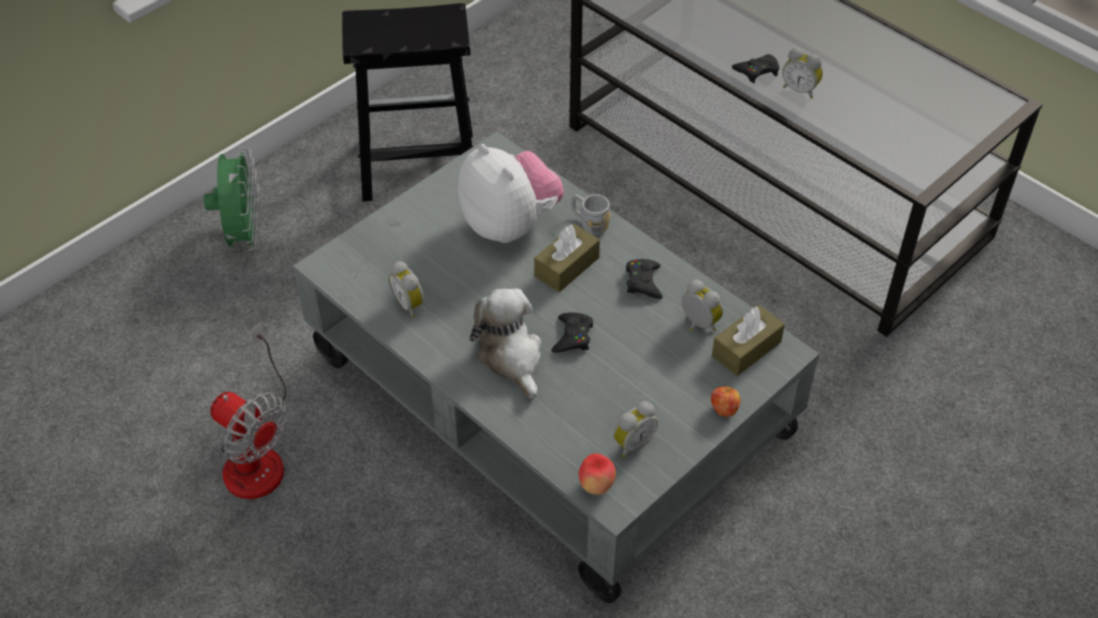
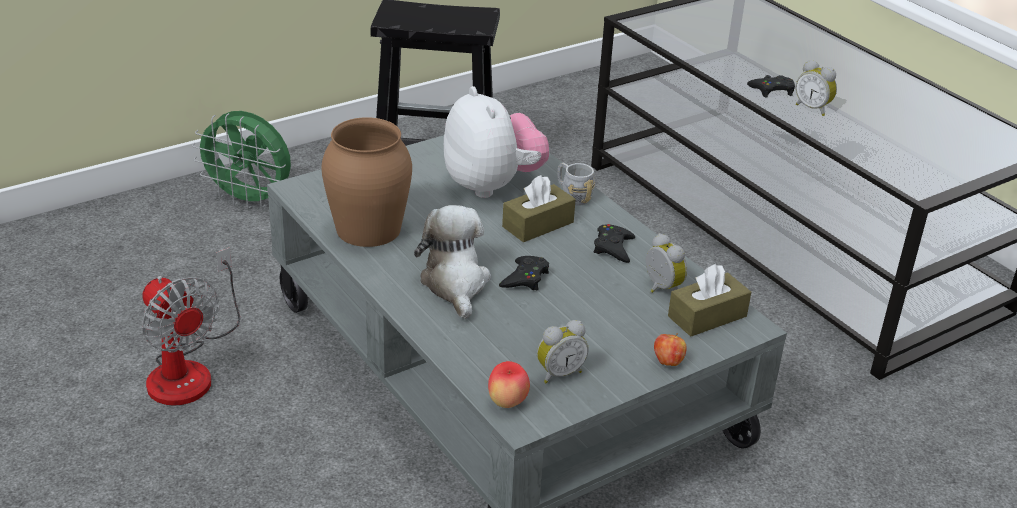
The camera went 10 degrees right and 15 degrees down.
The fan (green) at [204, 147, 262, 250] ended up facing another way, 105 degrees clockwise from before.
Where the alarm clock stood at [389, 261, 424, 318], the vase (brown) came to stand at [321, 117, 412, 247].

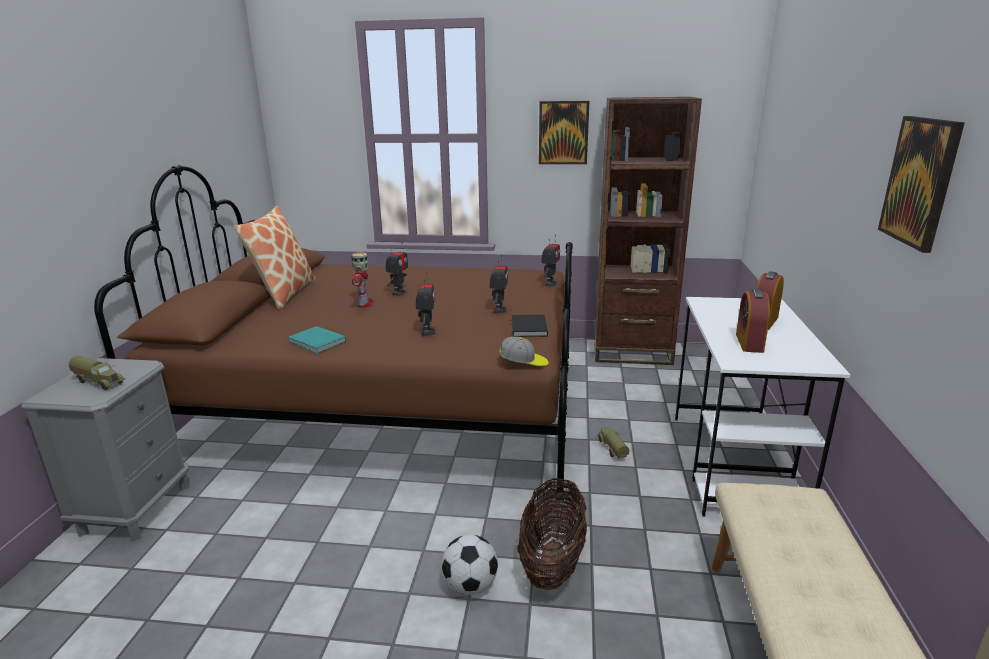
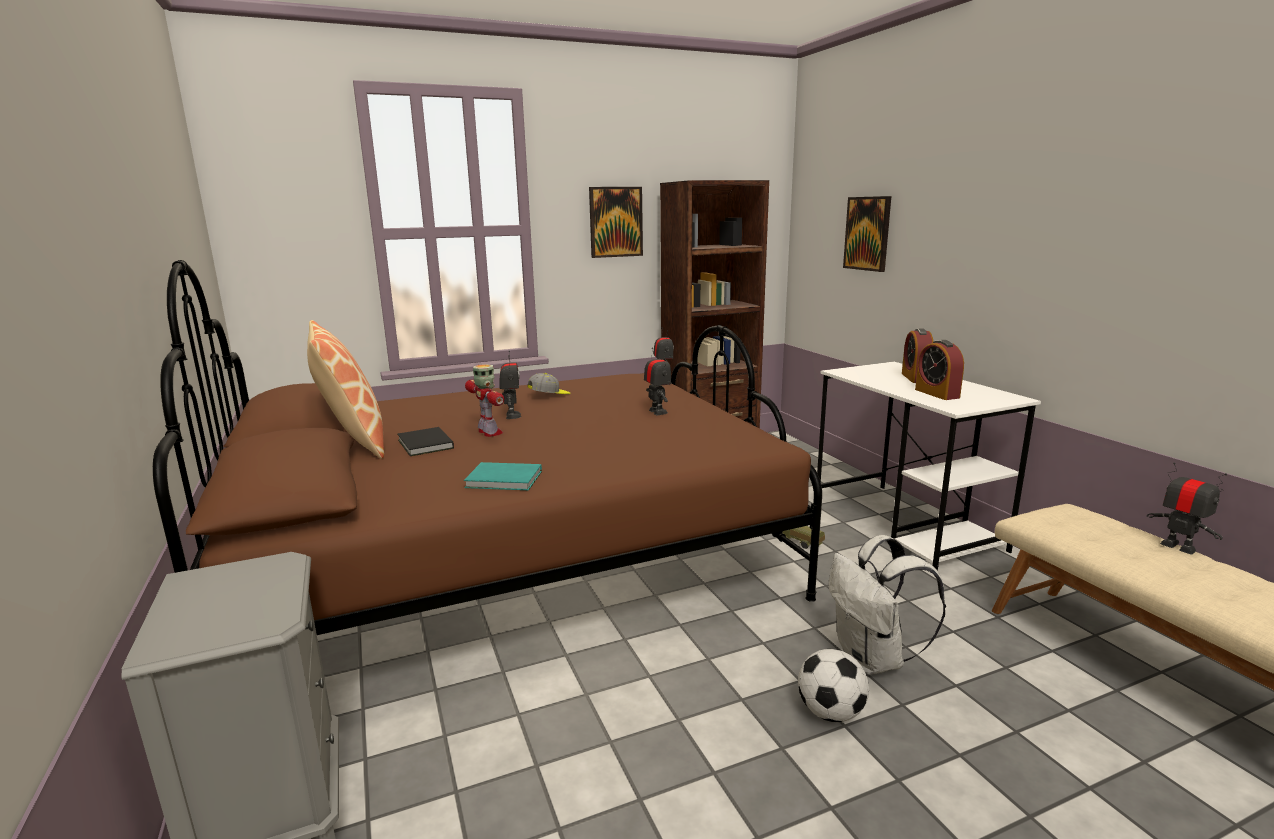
The camera went 30 degrees left and 5 degrees down.
The book (black) ended up elsewhere, having gone from [512, 315, 548, 337] to [397, 427, 454, 456].
The cap ended up elsewhere, having gone from [499, 337, 549, 366] to [527, 373, 571, 394].
Where the basket stood at [517, 477, 587, 590], the backpack (white) came to stand at [829, 535, 946, 675].
The picture ended up elsewhere, having gone from [878, 116, 965, 253] to [843, 196, 891, 272].
The toy robot ended up elsewhere, having gone from [416, 272, 436, 336] to [1147, 462, 1227, 554].
The second view lost the toy truck at [69, 356, 125, 390].

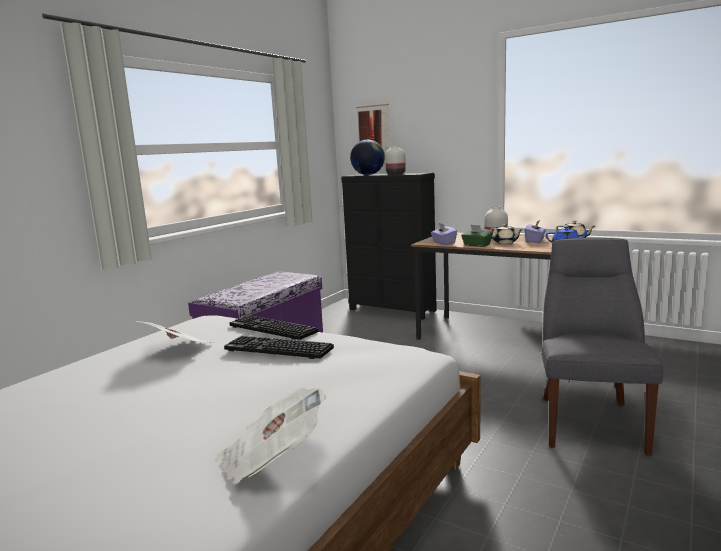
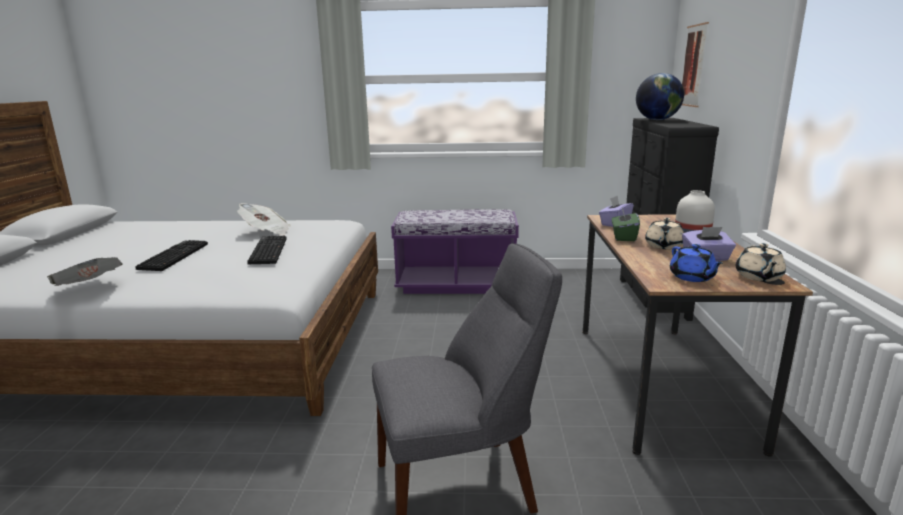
The camera went 60 degrees right and 5 degrees up.
The keyboard ended up elsewhere, having gone from [230, 315, 319, 340] to [135, 240, 208, 271].
The second view lost the vase (white) at [385, 145, 406, 175].

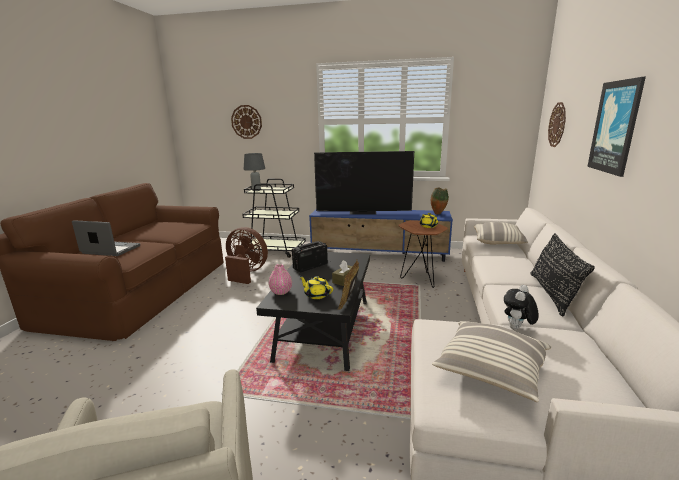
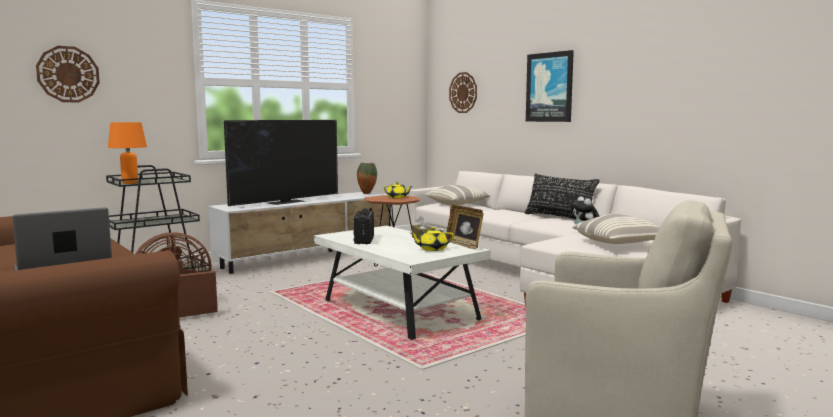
The camera went 50 degrees left and 10 degrees down.
What was the table lamp (grey) at [243, 153, 265, 191] turned into the table lamp (orange) at [108, 122, 147, 184].
What was the tv stand (blue) at [309, 209, 453, 262] turned into the tv stand (white) at [208, 192, 392, 274].
What was the coffee table (black) at [256, 252, 370, 371] turned into the coffee table (white) at [314, 226, 491, 341].
The second view lost the vase (pink) at [269, 264, 292, 295].

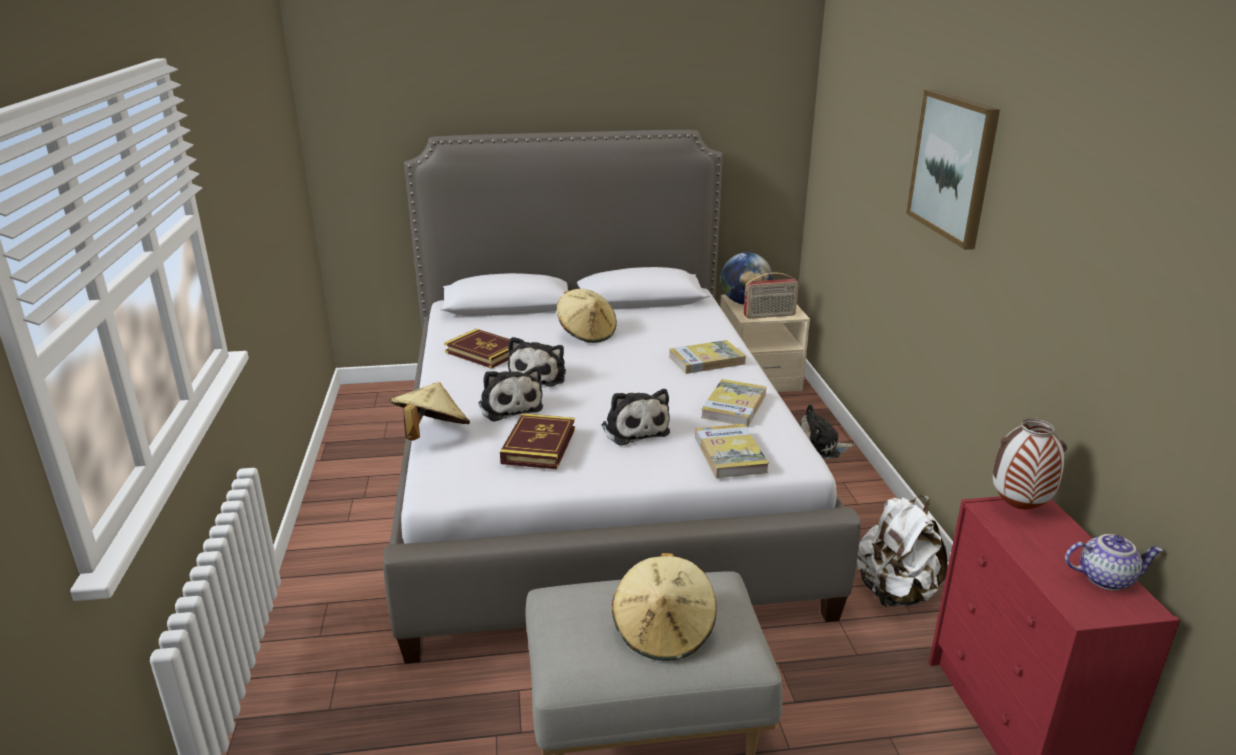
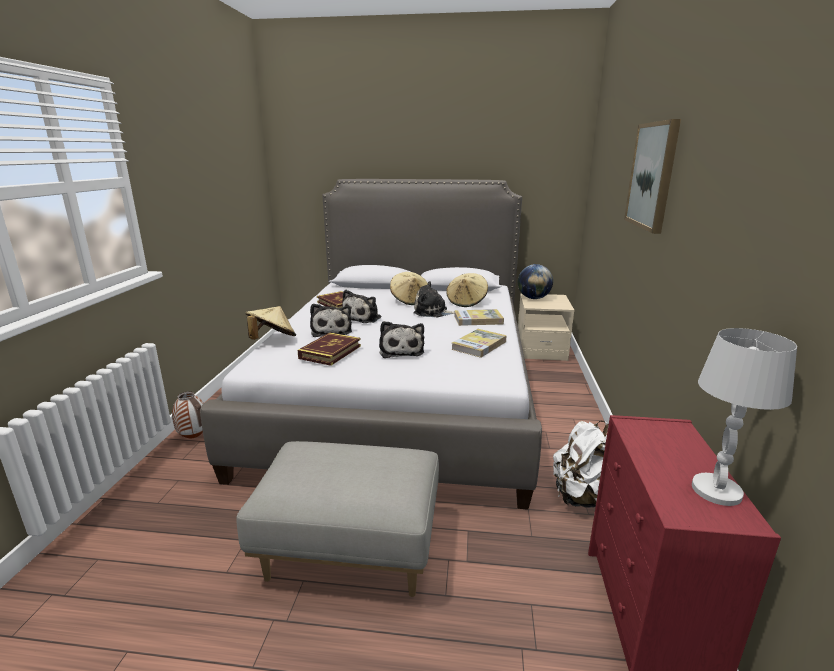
The camera went 15 degrees right and 5 degrees down.
The vase ended up elsewhere, having gone from [993, 419, 1067, 510] to [172, 391, 204, 438].
The plush toy ended up elsewhere, having gone from [800, 405, 855, 459] to [413, 281, 455, 317].
The hat (beige) ended up elsewhere, having gone from [612, 553, 717, 661] to [446, 273, 488, 307].
Where the teapot stood at [1065, 534, 1163, 590], the table lamp (white) came to stand at [692, 328, 797, 506].
The second view lost the book at [695, 424, 769, 478].
The second view lost the radio at [744, 272, 799, 319].

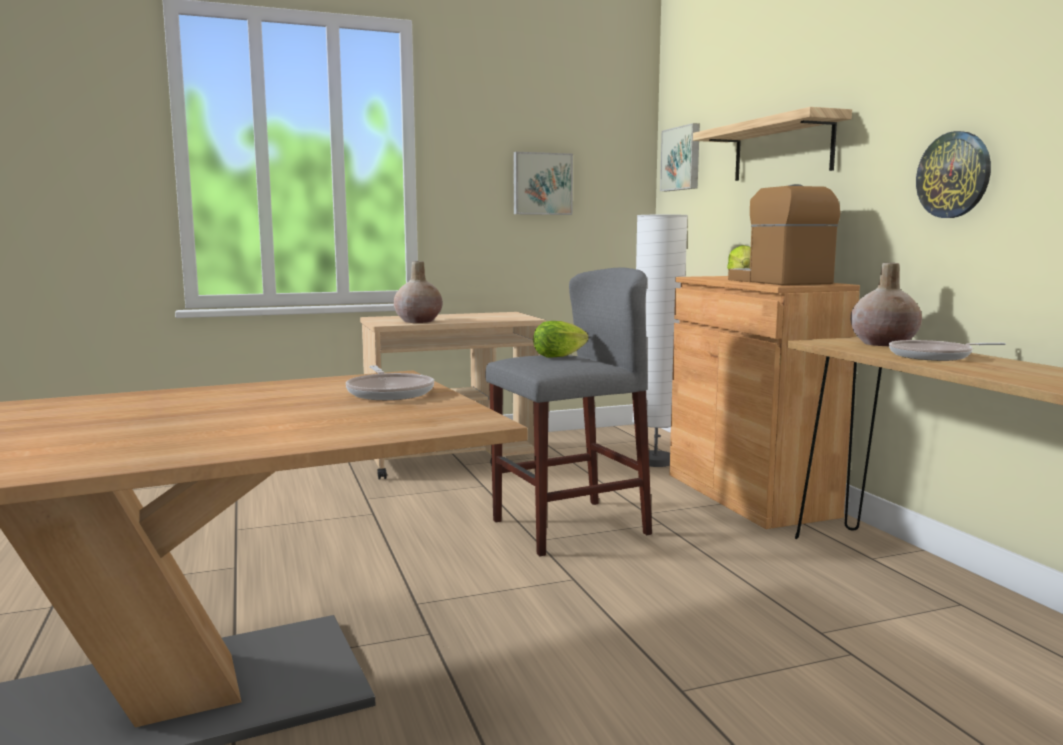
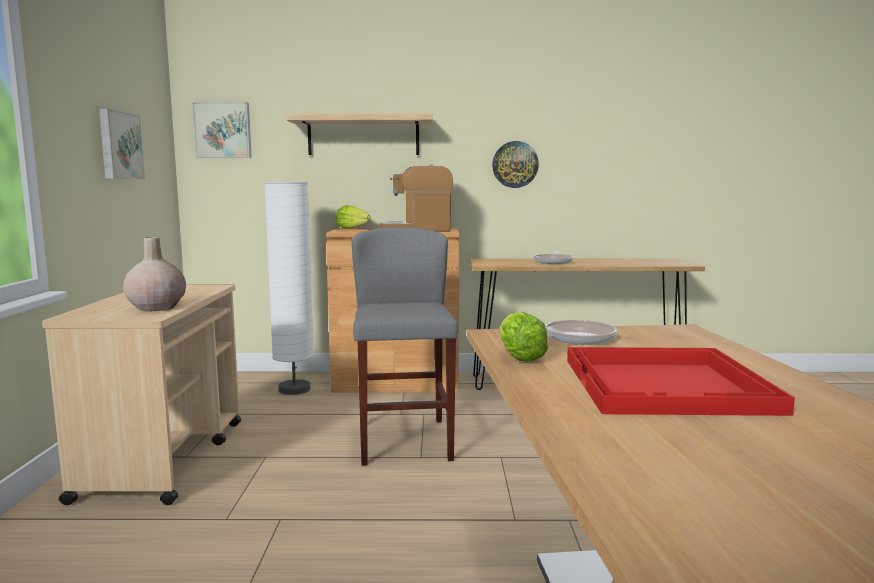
The camera went 70 degrees left and 0 degrees up.
The lettuce ended up elsewhere, having gone from [533, 321, 588, 358] to [500, 312, 548, 362].
The second view gained the tray (red) at [567, 347, 795, 416].
The second view lost the vase (beige) at [850, 263, 922, 346].

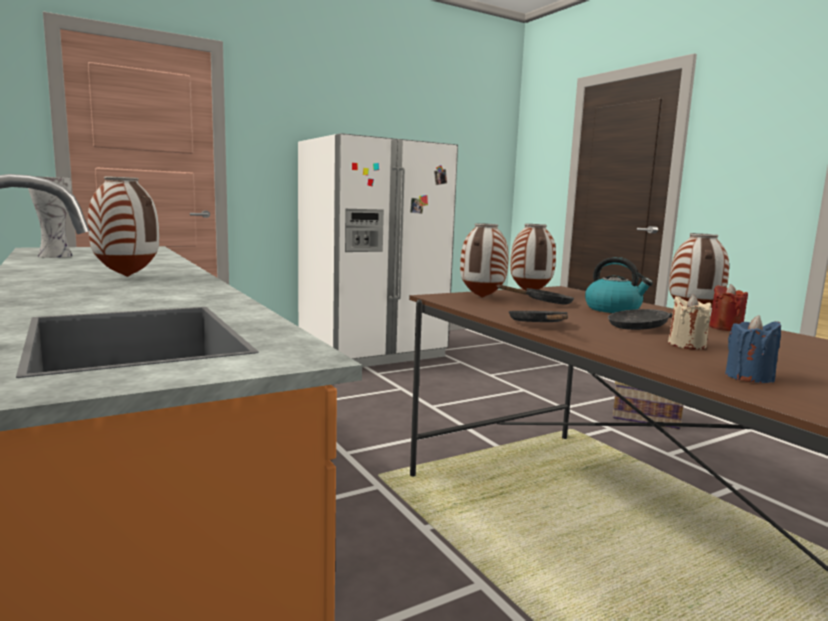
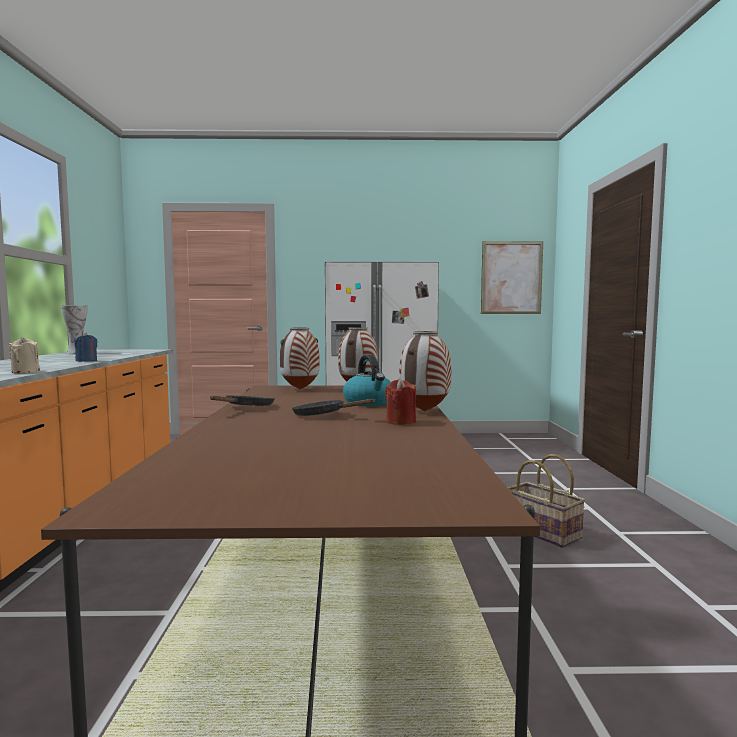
The camera went 30 degrees right and 5 degrees down.
The candle (beige) ended up elsewhere, having gone from [668, 294, 711, 350] to [9, 337, 40, 373].
The candle (blue) ended up elsewhere, having gone from [725, 315, 781, 383] to [74, 333, 97, 362].
The second view gained the picture at [481, 241, 543, 314].
The second view lost the vase at [88, 176, 159, 277].
The second view lost the frying pan (black) at [497, 284, 574, 304].

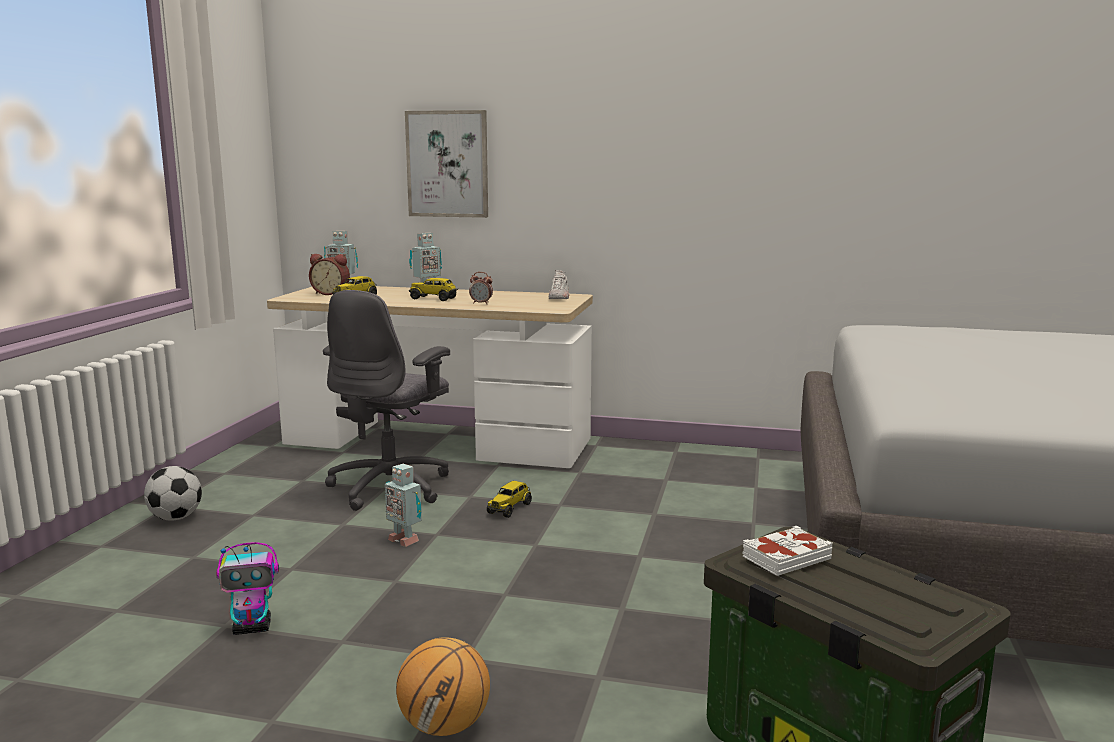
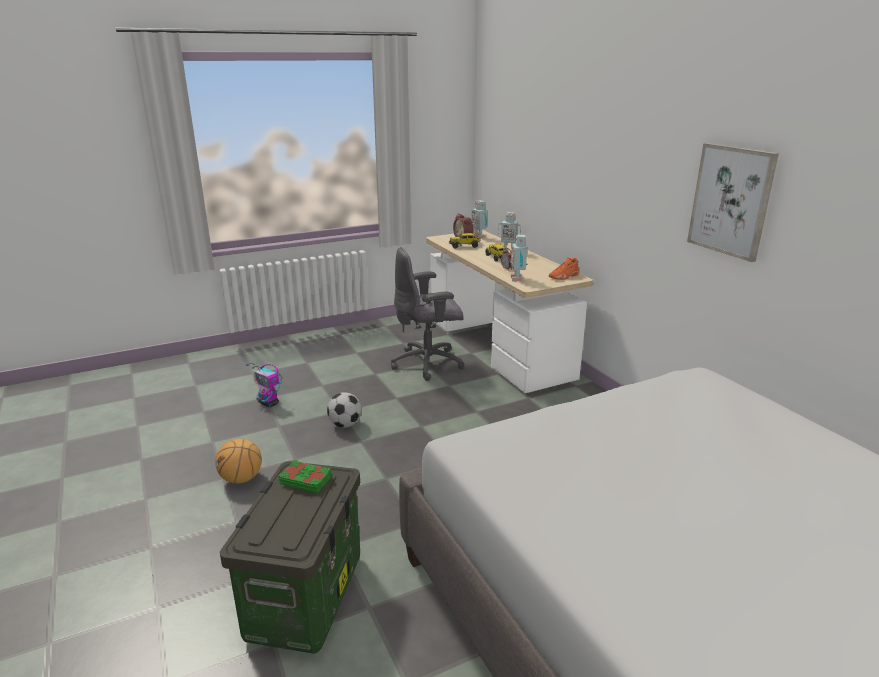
The camera went 50 degrees right and 10 degrees up.
What was the book (white) at [743, 526, 832, 576] turned into the book (green) at [279, 460, 331, 493].
The football ended up elsewhere, having gone from [144, 466, 202, 521] to [327, 392, 362, 428].
The toy robot ended up elsewhere, having gone from [385, 464, 422, 547] to [510, 234, 528, 282].
What was the shoe (white) at [549, 270, 569, 299] turned into the shoe (orange) at [549, 257, 579, 280].
The picture ended up elsewhere, having gone from [405, 110, 488, 218] to [687, 143, 779, 262].
The second view lost the toy truck at [487, 481, 532, 518].

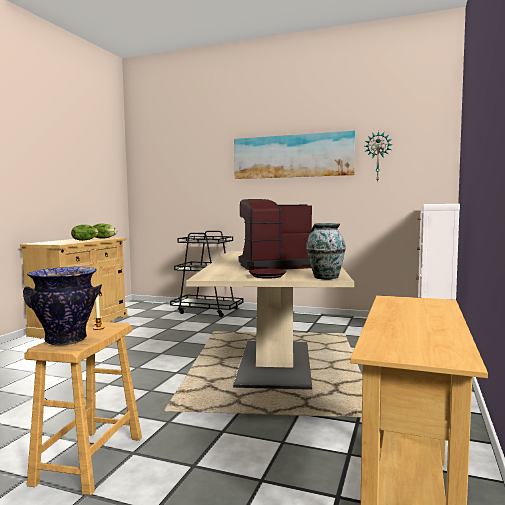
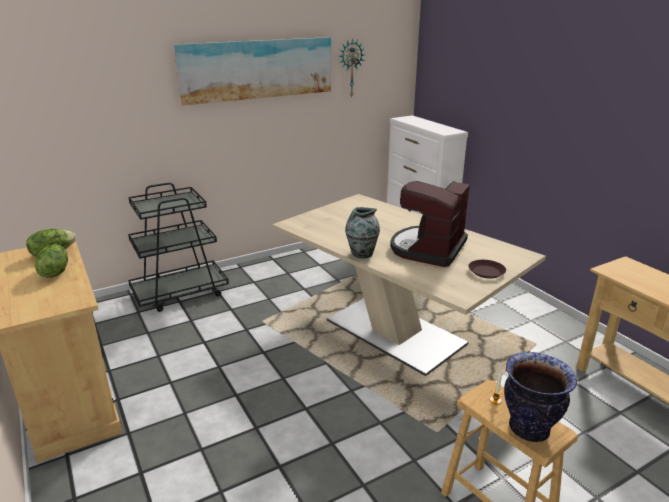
The camera went 50 degrees left and 20 degrees up.
The vase ended up elsewhere, having gone from [306, 223, 346, 280] to [345, 207, 380, 258].

